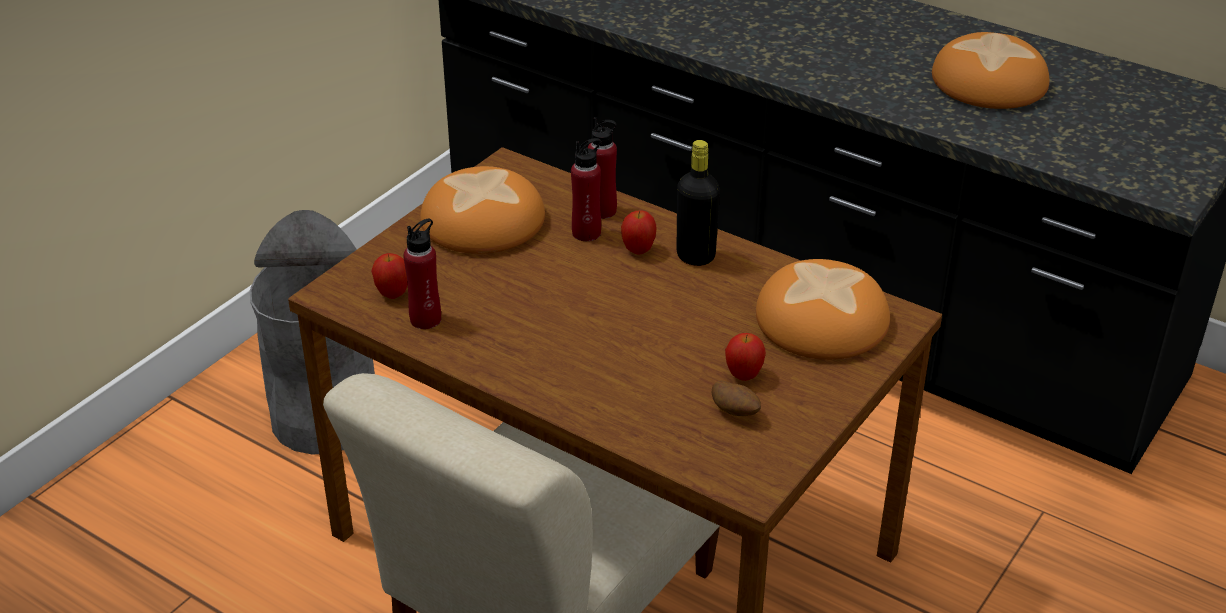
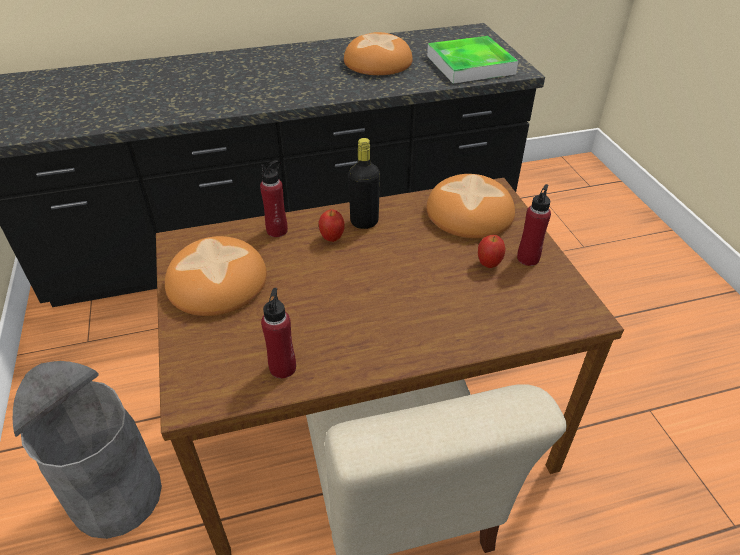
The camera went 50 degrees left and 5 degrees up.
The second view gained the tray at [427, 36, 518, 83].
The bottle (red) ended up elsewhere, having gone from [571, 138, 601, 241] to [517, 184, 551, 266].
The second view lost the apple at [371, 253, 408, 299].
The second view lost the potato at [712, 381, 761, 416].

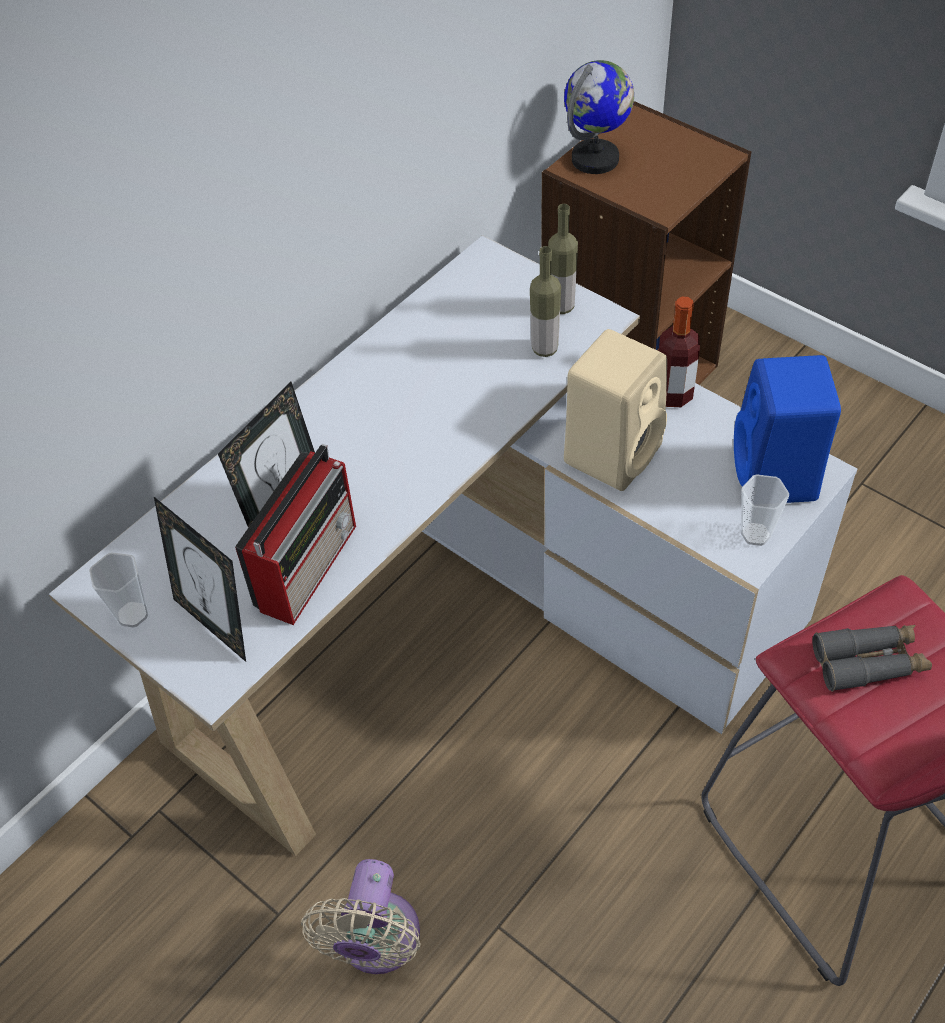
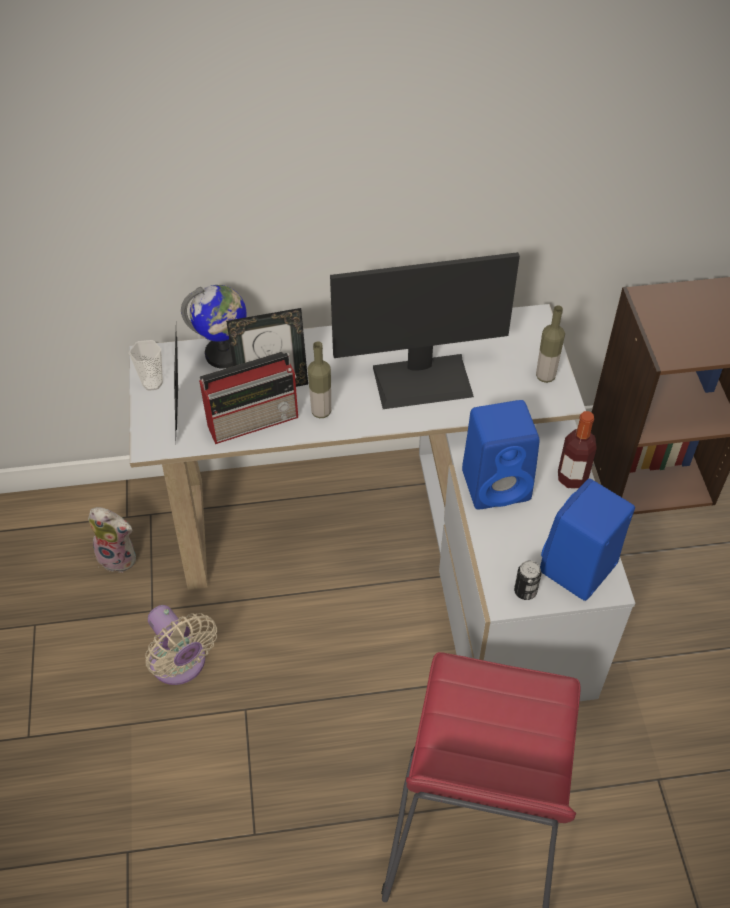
The camera went 40 degrees right and 0 degrees up.
The second view gained the plush toy at [88, 507, 136, 573].
The fan (beige) at [301, 859, 421, 974] ended up facing another way, 90 degrees counterclockwise from before.
The globe ended up elsewhere, having gone from [564, 60, 634, 174] to [181, 285, 246, 369].
The bottle ended up elsewhere, having gone from [530, 246, 561, 357] to [308, 341, 331, 418].
The second view gained the monitor at [330, 252, 520, 409].
What was the speaker (beige) at [564, 329, 667, 491] turned into the speaker (blue) at [462, 400, 540, 510].
Where the cup stood at [741, 474, 789, 546], the can came to stand at [514, 561, 541, 600].
The second view lost the binoculars (grey) at [813, 625, 932, 692].

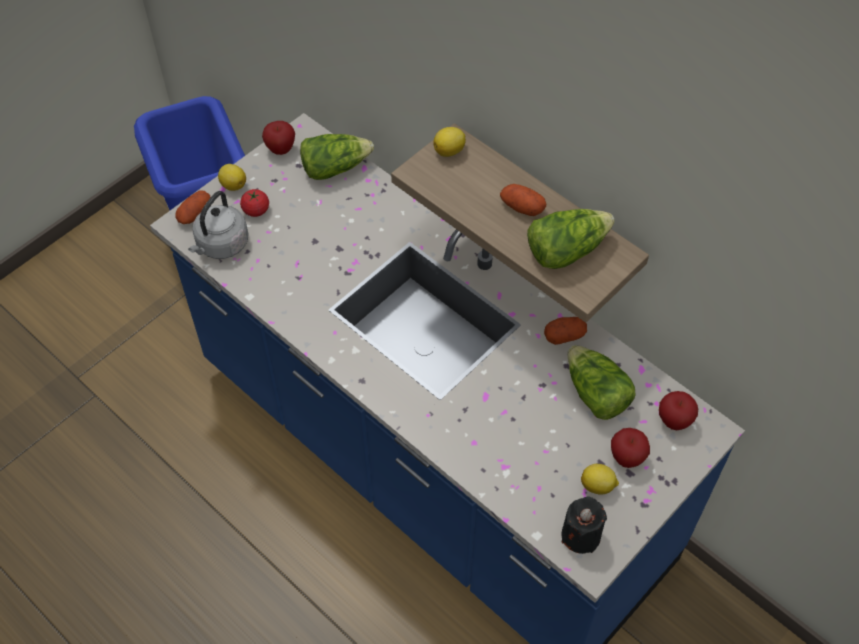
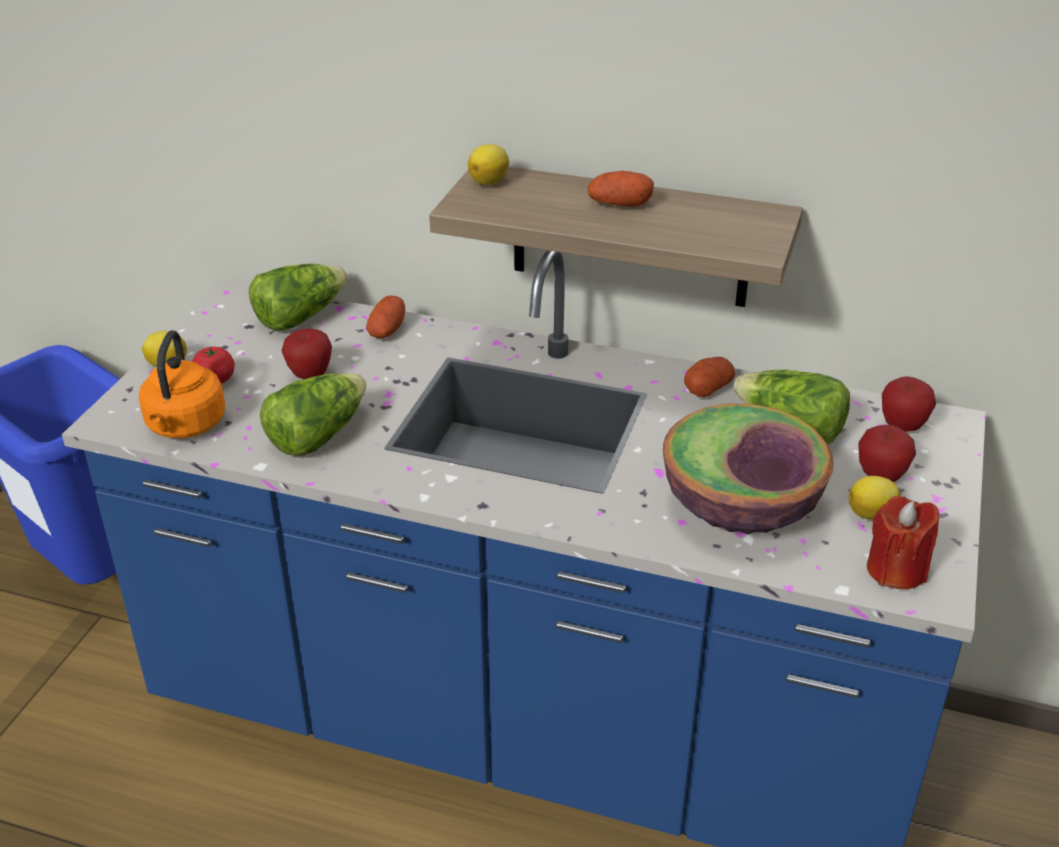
The camera went 25 degrees left and 20 degrees down.
What was the kettle (grey) at [188, 191, 248, 259] turned into the kettle (orange) at [139, 330, 225, 439].
The lettuce ended up elsewhere, having gone from [527, 209, 615, 269] to [260, 373, 366, 456].
The apple ended up elsewhere, having gone from [262, 121, 295, 155] to [281, 328, 332, 379].
The potato ended up elsewhere, having gone from [175, 191, 211, 224] to [366, 295, 405, 338].
The second view gained the bowl at [663, 403, 834, 534].
What was the candle (black) at [561, 496, 607, 554] turned into the candle (red) at [867, 496, 939, 589].

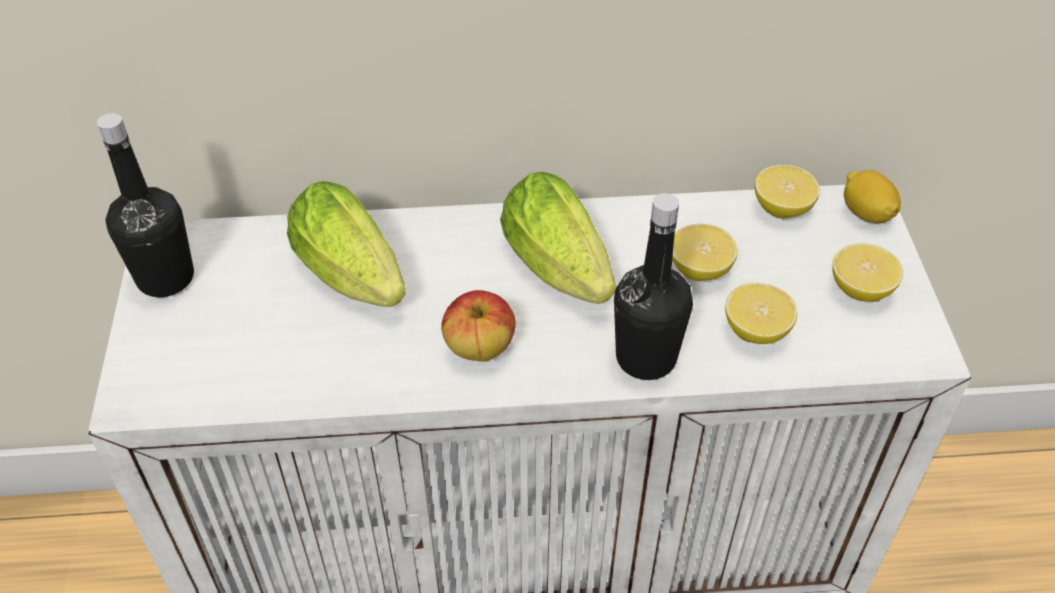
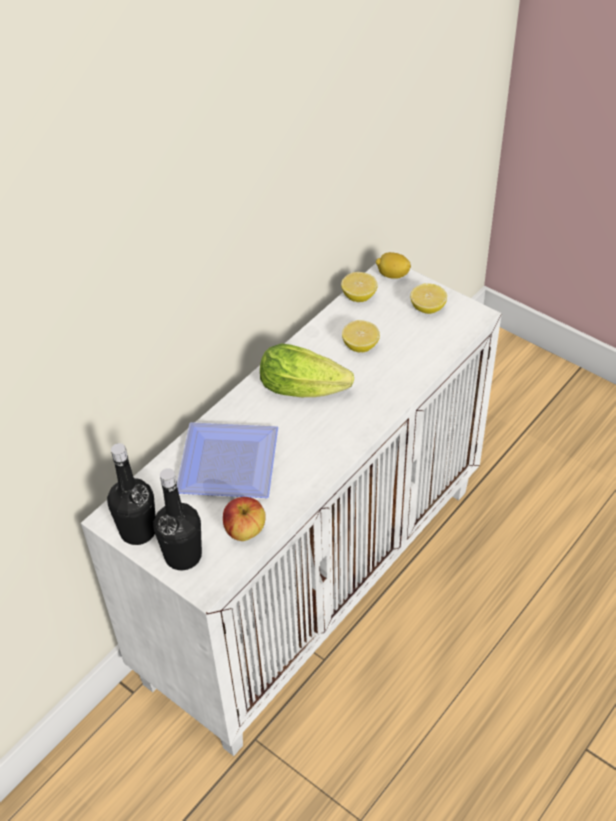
The camera went 45 degrees left and 0 degrees up.
The bottle (black) ended up elsewhere, having gone from [614, 193, 693, 380] to [153, 468, 202, 570].
Where the lettuce stood at [287, 181, 406, 307], the plate came to stand at [177, 422, 278, 498].
The apple ended up elsewhere, having gone from [441, 290, 516, 362] to [223, 497, 266, 541].
The second view lost the lemon at [725, 283, 797, 344].

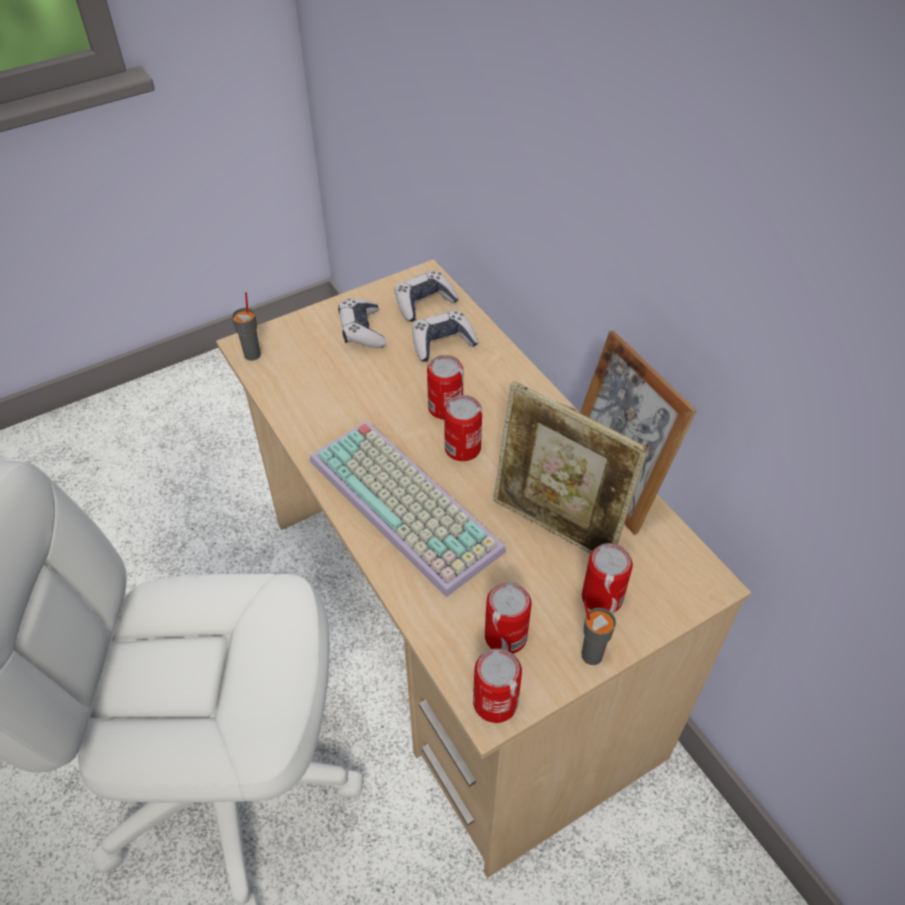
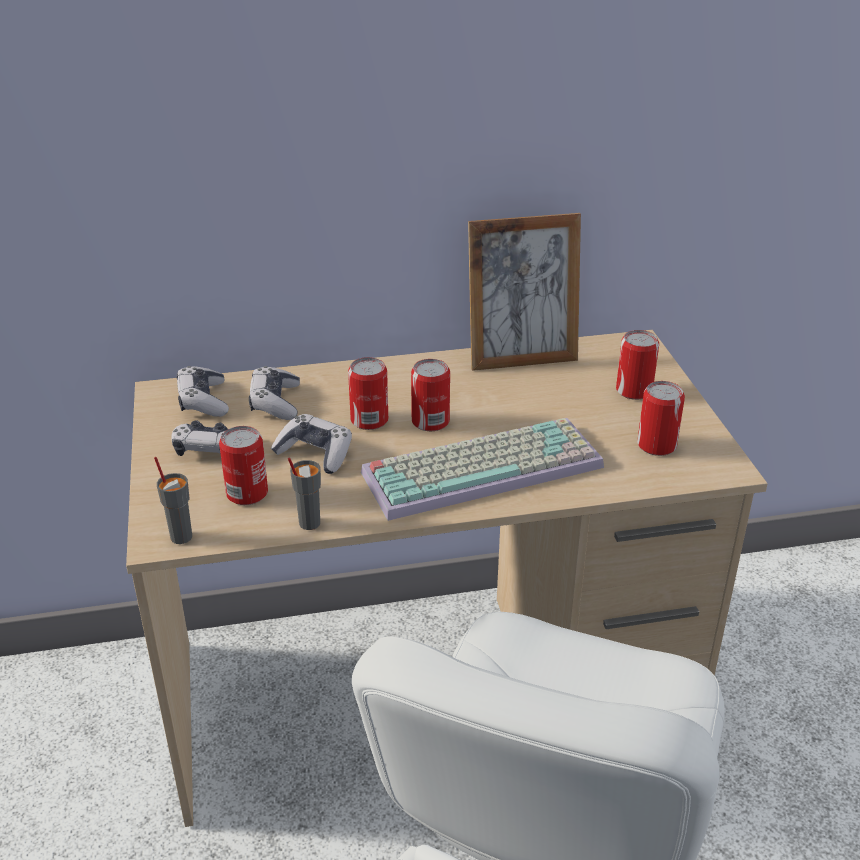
The camera went 70 degrees left and 15 degrees down.
The can ended up elsewhere, having gone from [473, 649, 522, 723] to [219, 426, 268, 505].
The second view gained the game controller at [271, 414, 352, 474].
The cup (grey) ended up elsewhere, having gone from [582, 601, 616, 665] to [288, 458, 321, 530].
The second view lost the picture frame at [493, 381, 649, 554].

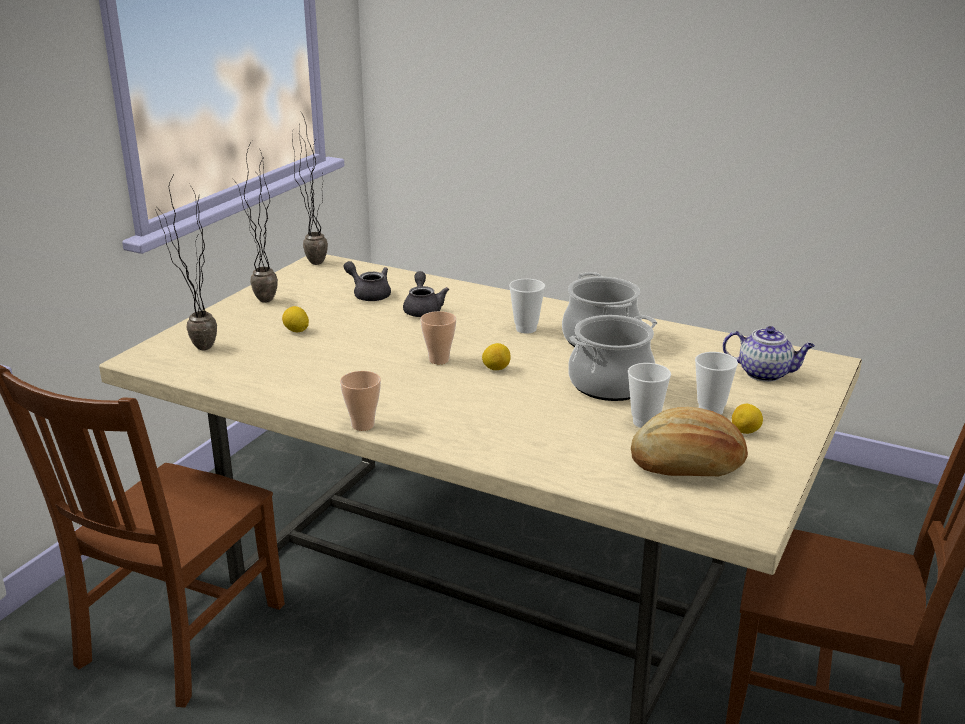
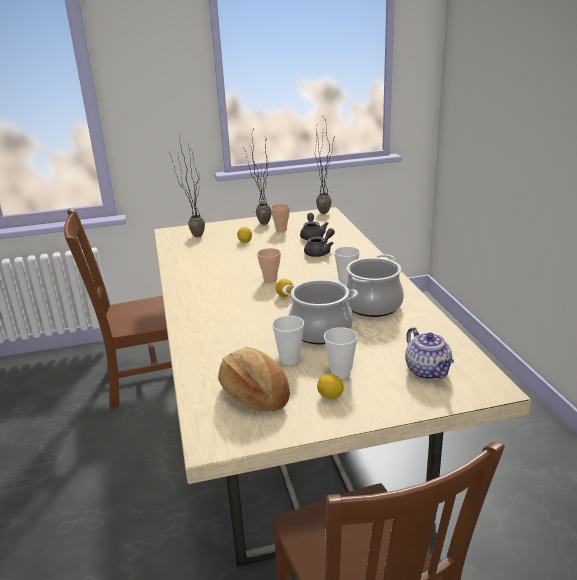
The camera went 50 degrees right and 0 degrees up.
The cup ended up elsewhere, having gone from [340, 371, 381, 431] to [271, 204, 290, 232].

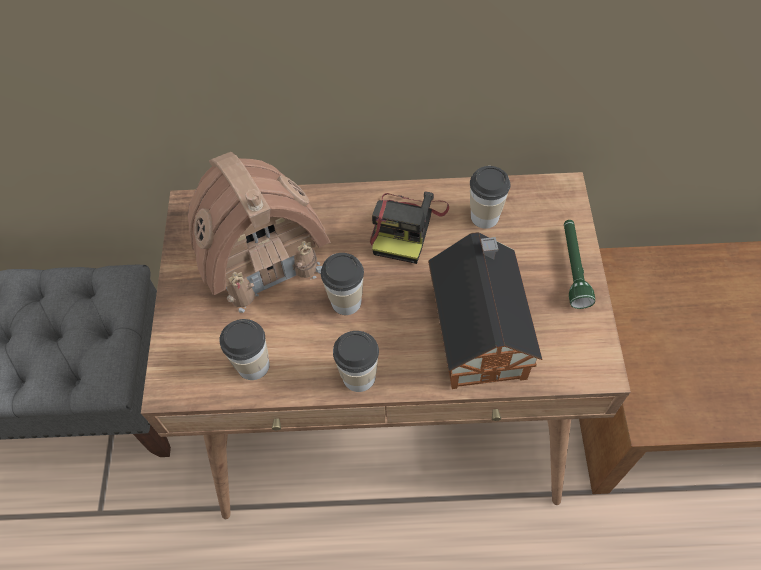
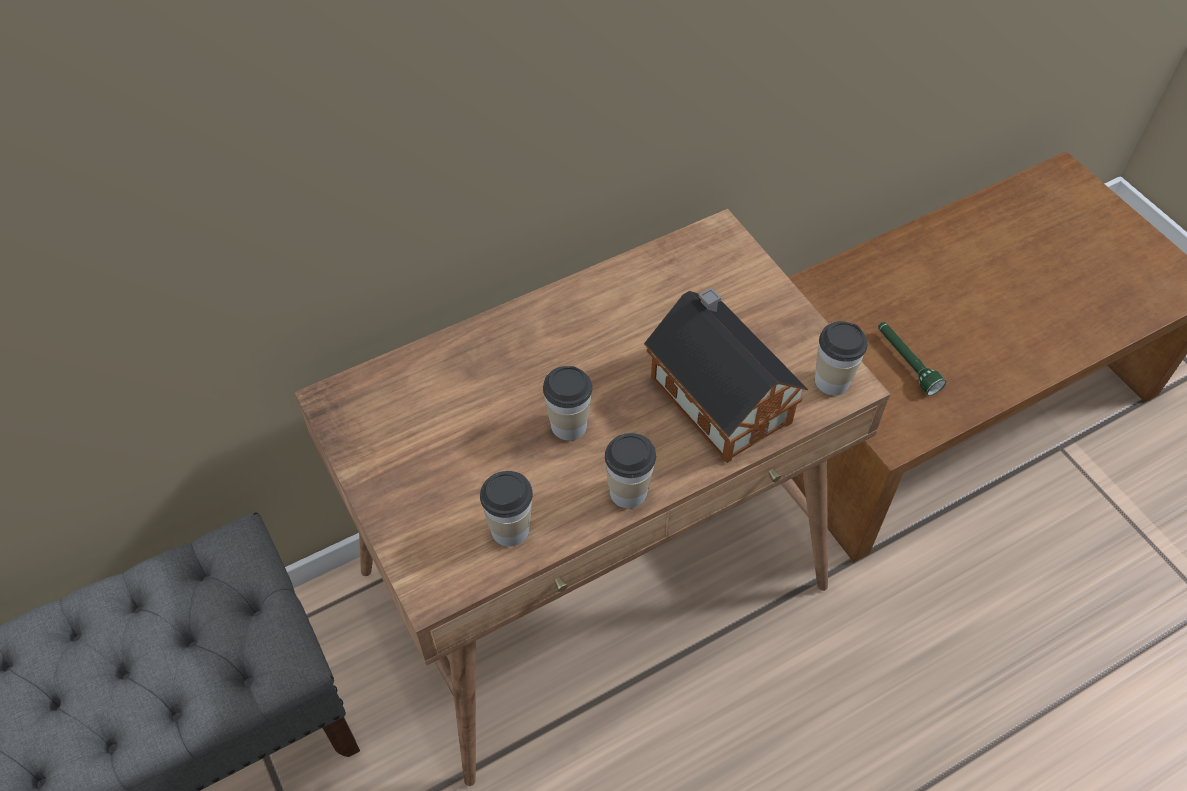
The camera went 30 degrees left and 5 degrees down.
The cup ended up elsewhere, having gone from [470, 166, 510, 229] to [815, 321, 867, 396].
The flashlight (green) ended up elsewhere, having gone from [564, 220, 595, 309] to [878, 322, 946, 396].
The second view lost the toy house at [188, 152, 331, 313].
The second view lost the photo camera at [370, 192, 449, 264].

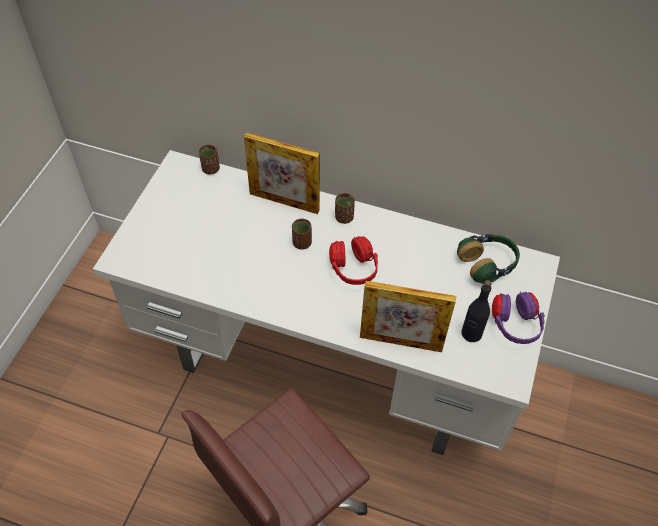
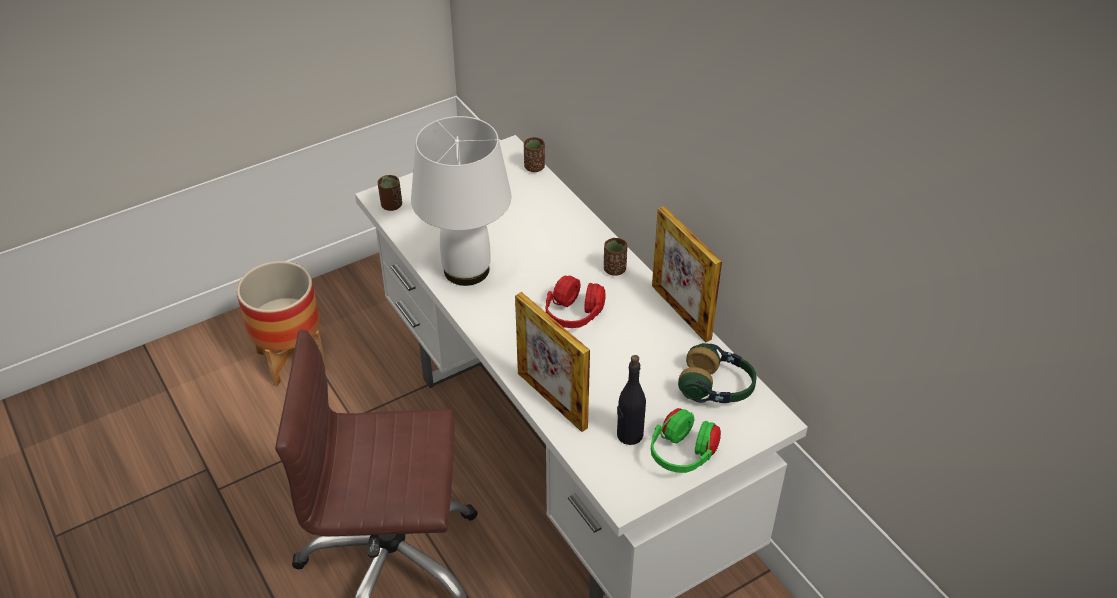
The camera went 40 degrees right and 10 degrees down.
The second view gained the planter at [237, 261, 326, 386].
The cup (brown) ended up elsewhere, having gone from [292, 219, 312, 250] to [378, 175, 402, 211].
The second view gained the table lamp (white) at [411, 116, 511, 286].
What was the headphones (purple) at [492, 291, 545, 344] turned into the headphones (green) at [651, 408, 721, 473].
The picture frame ended up elsewhere, having gone from [244, 132, 320, 214] to [652, 206, 722, 342].

